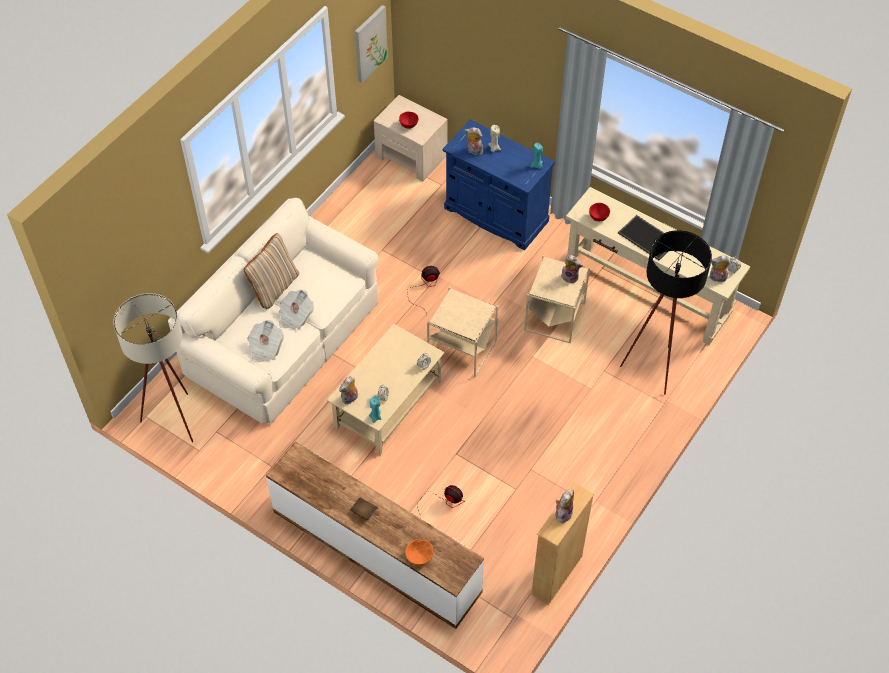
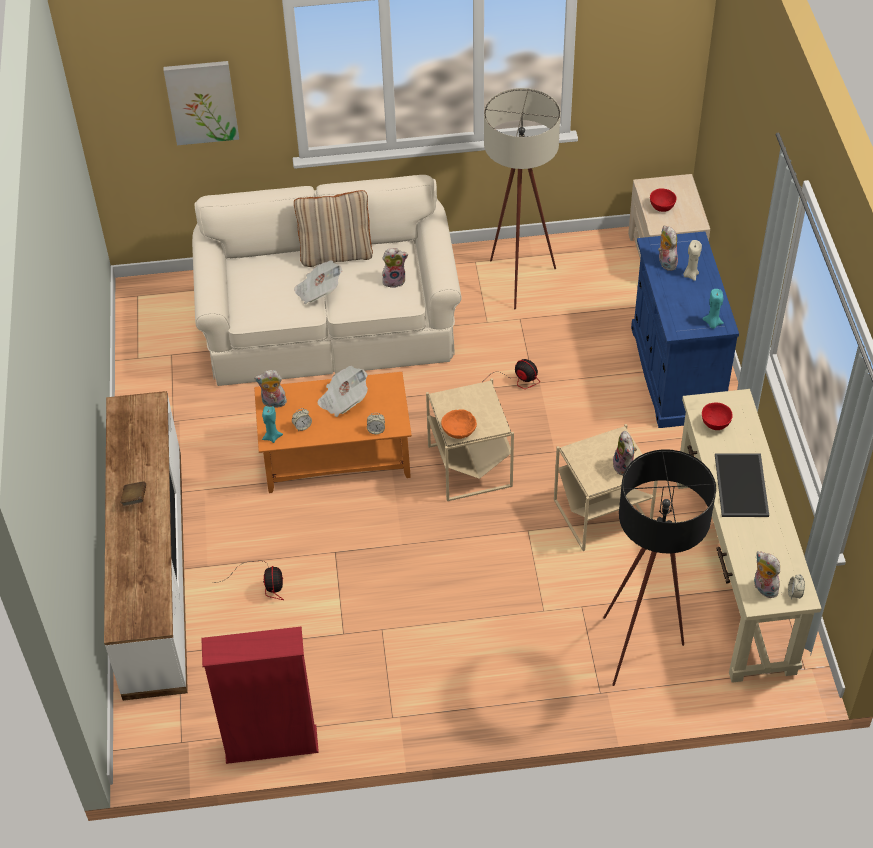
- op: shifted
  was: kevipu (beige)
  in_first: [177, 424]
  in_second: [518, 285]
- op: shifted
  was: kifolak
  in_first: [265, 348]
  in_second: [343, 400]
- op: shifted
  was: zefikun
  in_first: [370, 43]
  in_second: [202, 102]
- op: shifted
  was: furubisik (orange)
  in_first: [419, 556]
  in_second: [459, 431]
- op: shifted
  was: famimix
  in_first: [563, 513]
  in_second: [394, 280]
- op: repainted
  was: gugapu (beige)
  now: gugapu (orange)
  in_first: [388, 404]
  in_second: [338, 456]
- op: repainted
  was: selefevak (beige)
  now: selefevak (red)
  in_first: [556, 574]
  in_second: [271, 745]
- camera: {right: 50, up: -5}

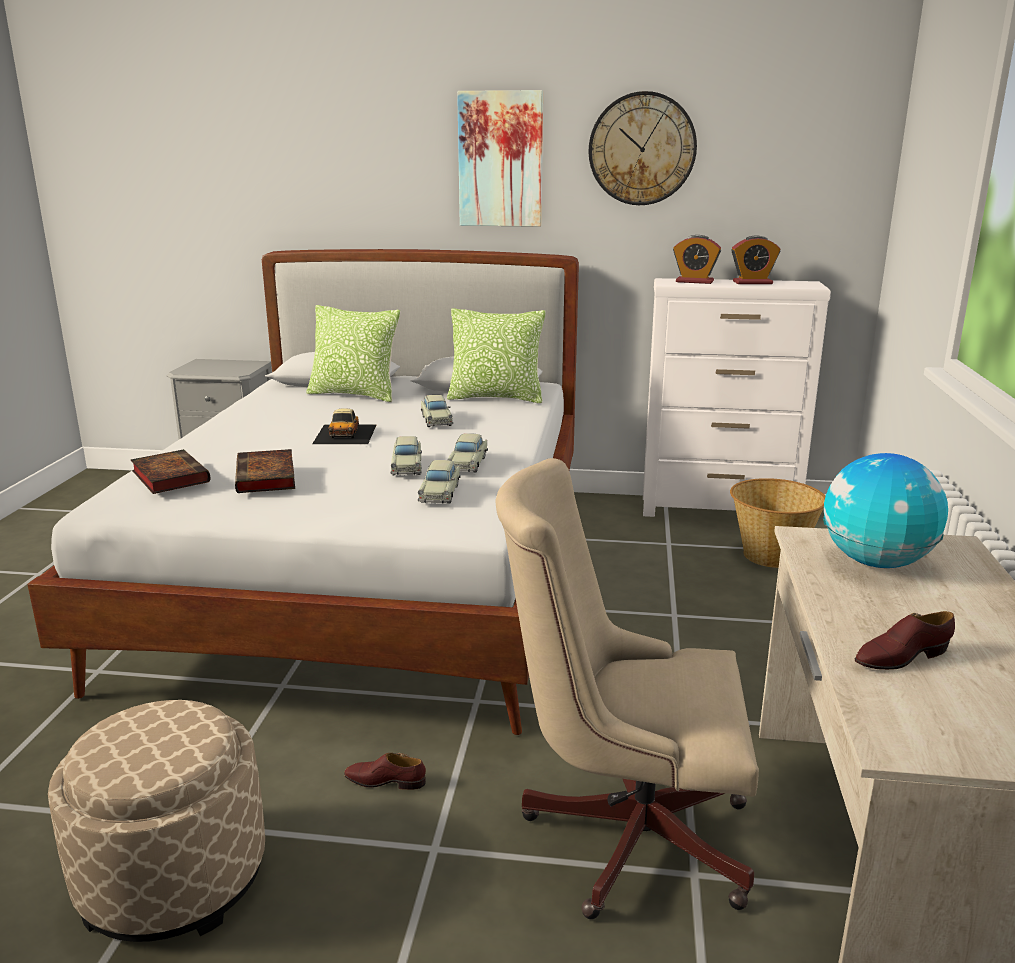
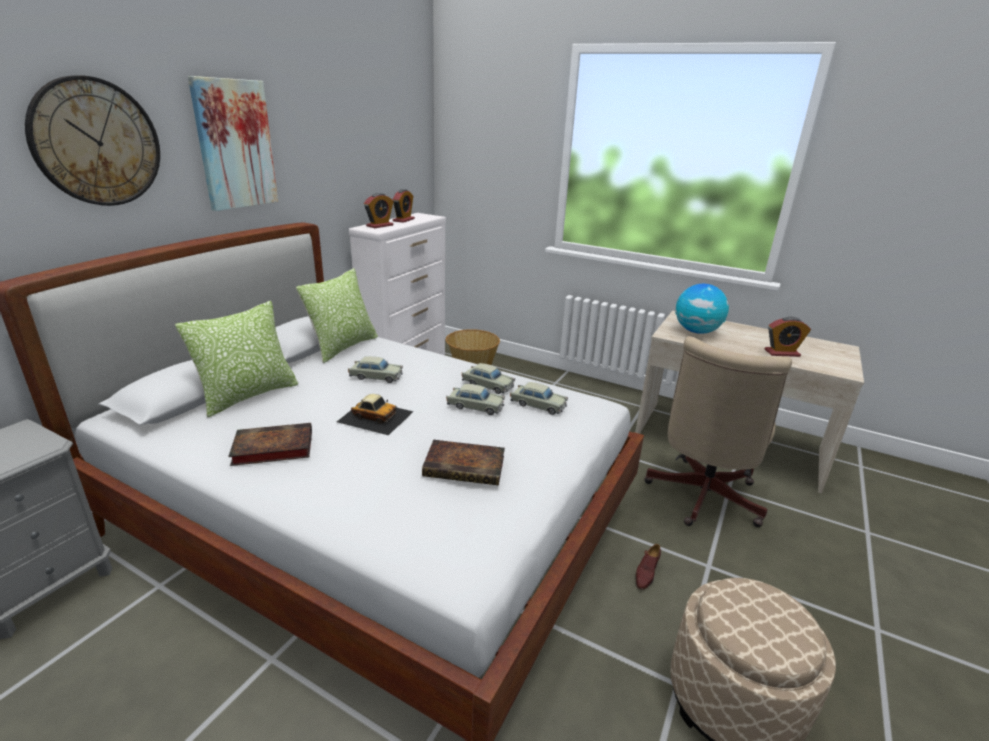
- op: shifted
  was: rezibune
  in_first: [169, 476]
  in_second: [271, 449]
- op: shifted
  was: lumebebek
  in_first: [642, 149]
  in_second: [96, 143]
- op: swapped
  was: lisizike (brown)
  now: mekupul
  in_first: [901, 657]
  in_second: [782, 353]
- camera: {right: -70, up: 5}

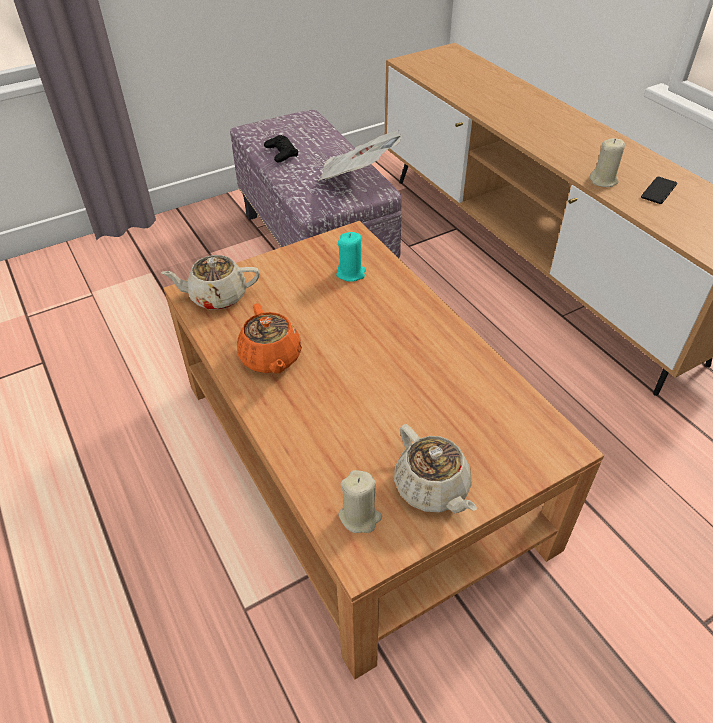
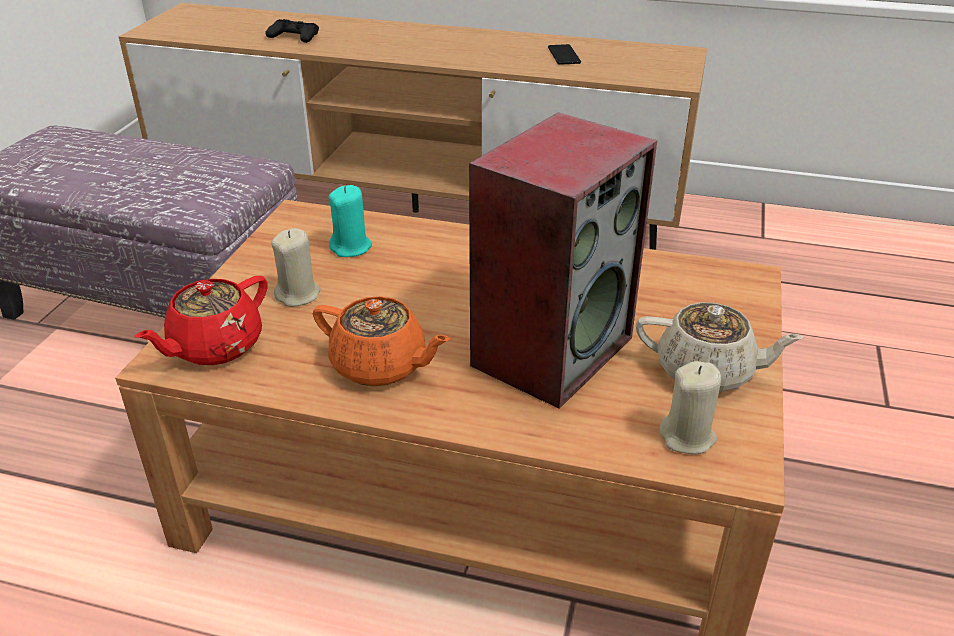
- op: gone
  was: kifolak
  in_first: [357, 176]
- op: new
  now: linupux
  in_second: [552, 349]
- op: shifted
  was: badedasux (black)
  in_first: [281, 153]
  in_second: [294, 37]
- op: shifted
  was: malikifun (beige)
  in_first: [603, 181]
  in_second: [298, 295]
- op: repainted
  was: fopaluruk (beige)
  now: fopaluruk (red)
  in_first: [217, 296]
  in_second: [214, 347]
- camera: {right: -45, up: -10}

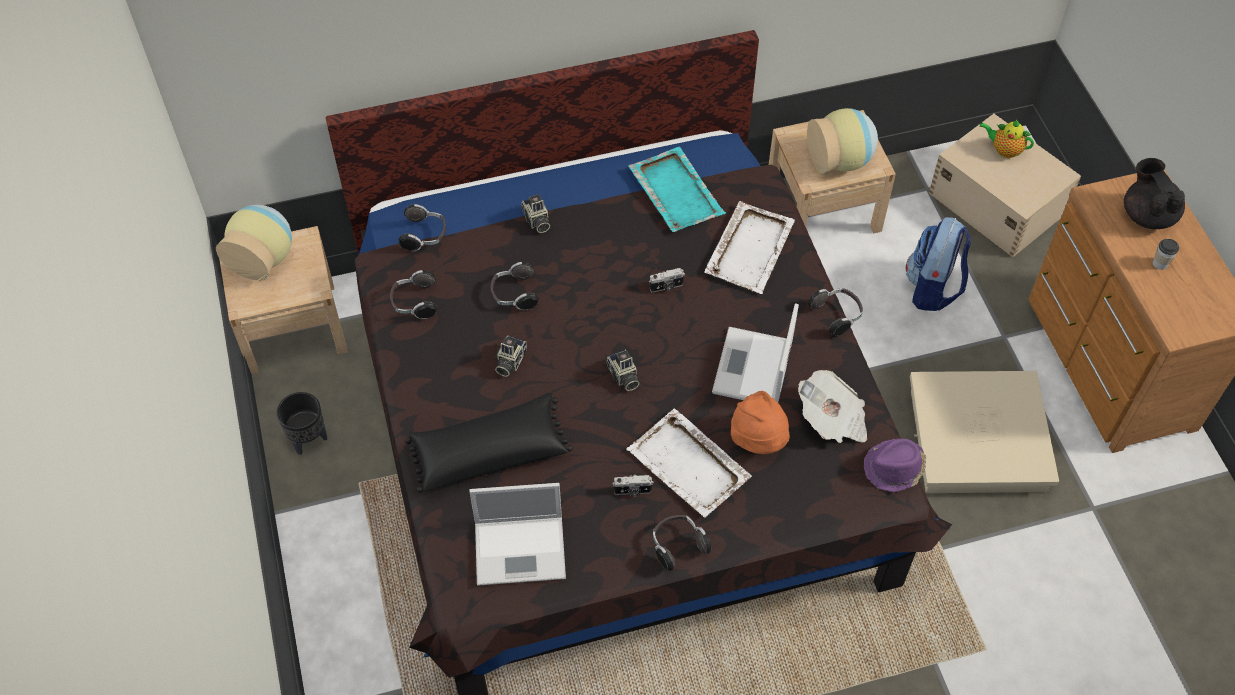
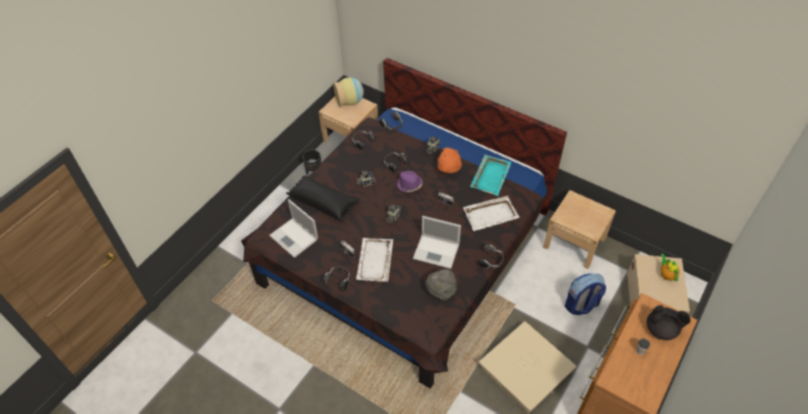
- op: gone
  was: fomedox
  in_first: [841, 161]
- op: shifted
  was: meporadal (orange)
  in_first: [759, 439]
  in_second: [448, 170]
- op: shifted
  was: meporadal (purple)
  in_first: [894, 468]
  in_second: [409, 185]
- op: swapped
  was: kifolak
  now: meporadal (grey)
  in_first: [832, 420]
  in_second: [441, 291]
- op: rotated
  was: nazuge
  in_first: [752, 369]
  in_second: [437, 251]
  clockwise: -135
- op: rotated
  was: fopaluruk (black)
  in_first: [1147, 214]
  in_second: [661, 330]
  clockwise: 75
- camera: {right: 50, up: -5}

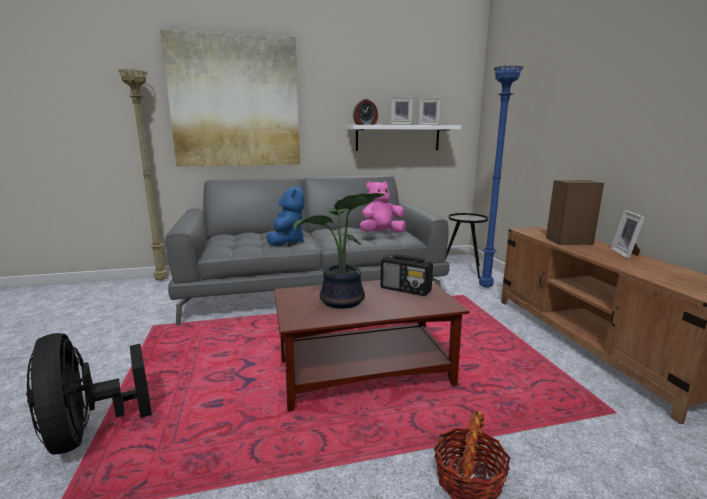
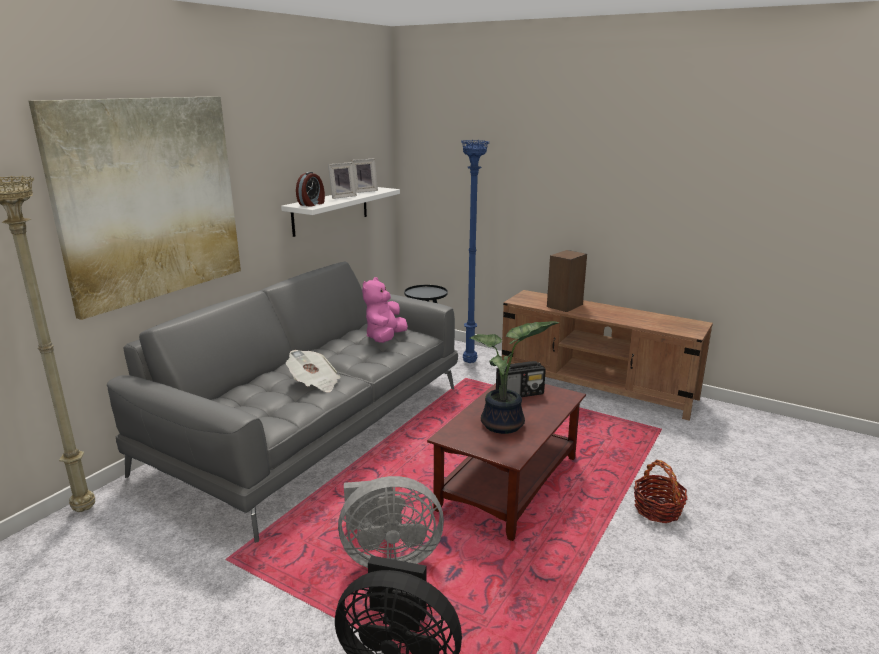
- op: gone
  was: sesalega
  in_first: [626, 254]
- op: new
  now: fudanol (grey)
  in_second: [388, 557]
- op: swapped
  was: famimix (blue)
  now: kifolak
  in_first: [286, 241]
  in_second: [314, 383]
- camera: {right: -45, up: 5}

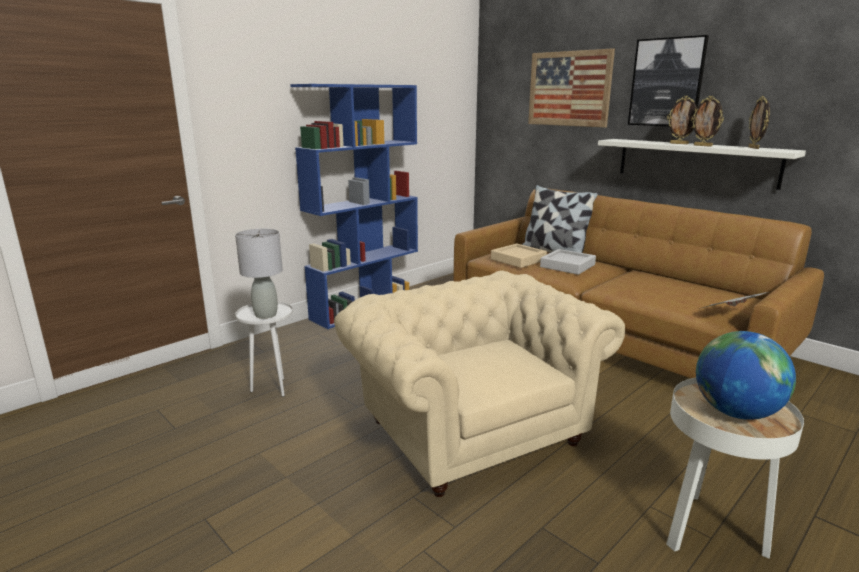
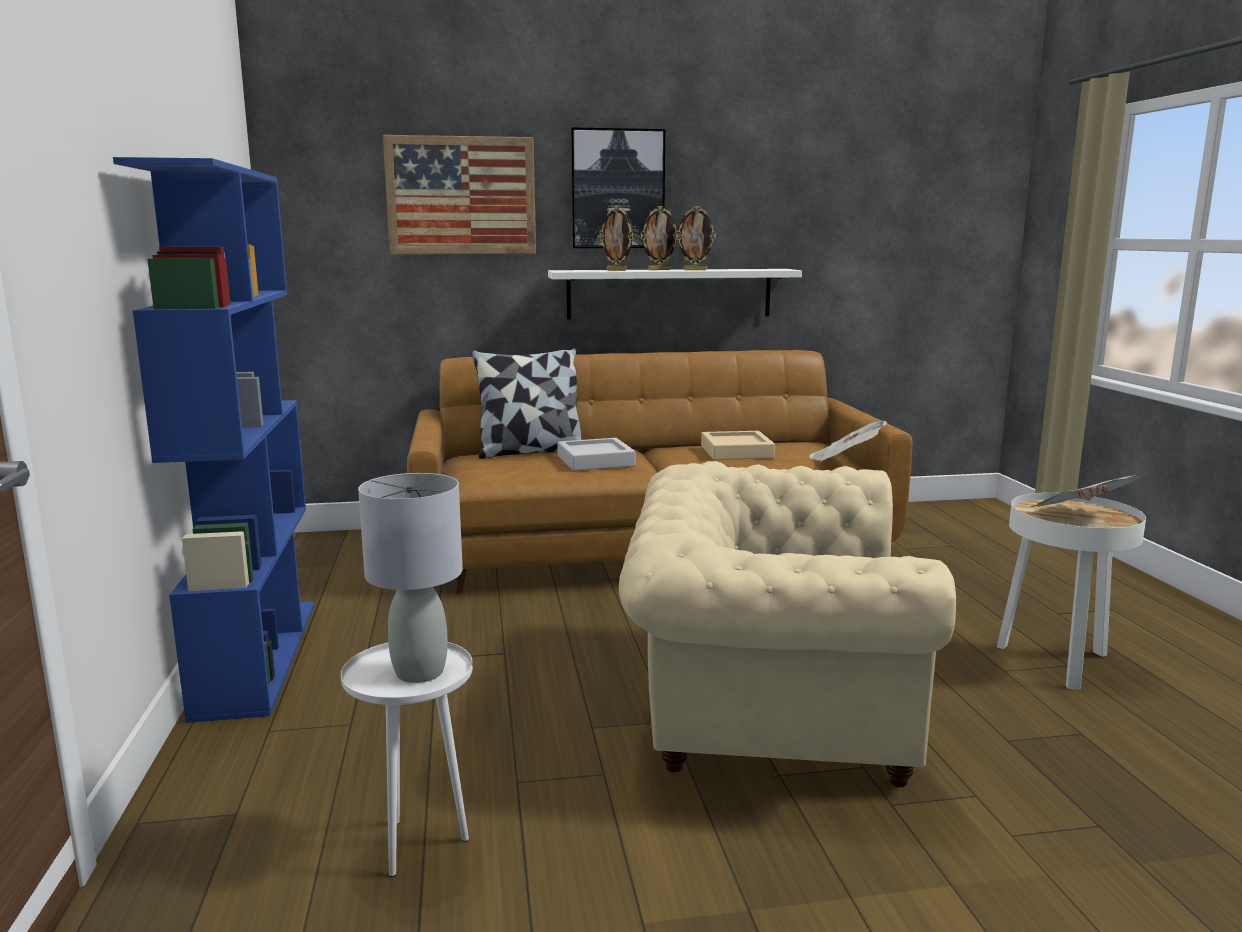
- op: shifted
  was: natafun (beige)
  in_first: [518, 260]
  in_second: [736, 452]
- op: shifted
  was: sesalega
  in_first: [754, 148]
  in_second: [617, 270]
- op: swapped
  was: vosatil
  now: kifolak
  in_first: [735, 412]
  in_second: [1080, 516]
- camera: {right: -55, up: -5}

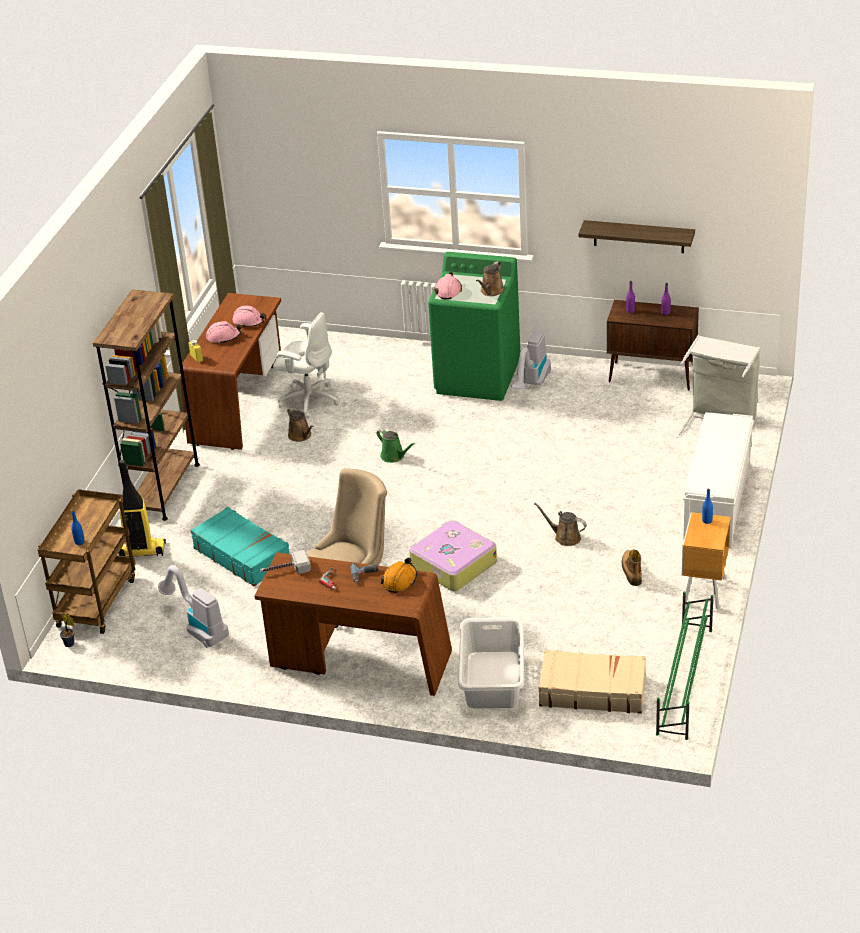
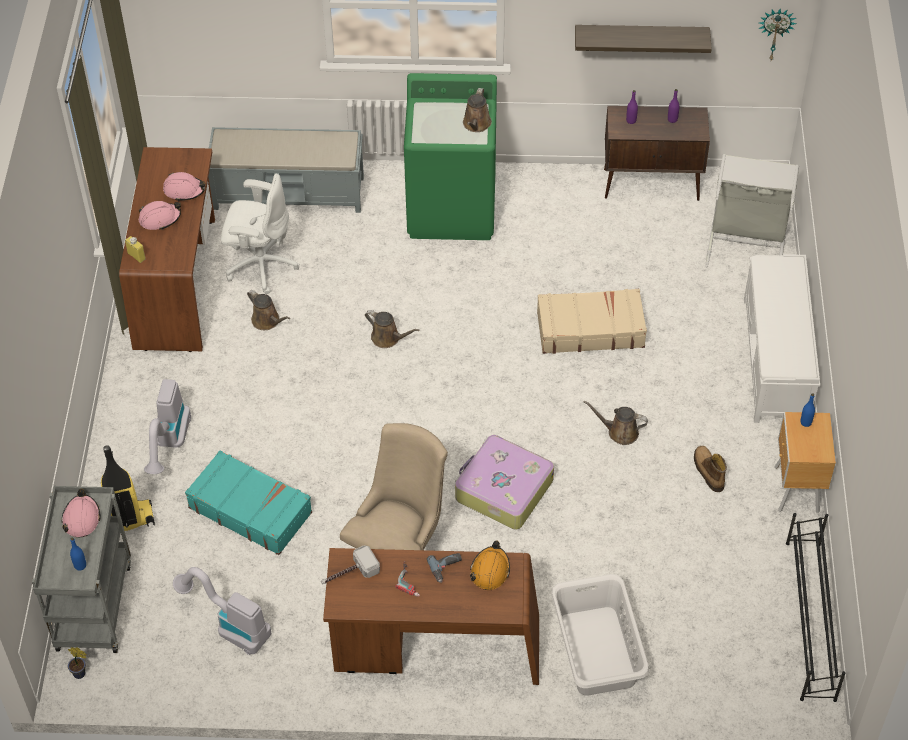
- op: gone
  was: selefevak (brown)
  in_first: [164, 489]
- op: new
  now: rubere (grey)
  in_second: [290, 193]
- op: new
  now: lumebebek
  in_second: [775, 33]
- op: shifted
  was: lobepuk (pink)
  in_first: [448, 291]
  in_second: [81, 518]
- op: shifted
  was: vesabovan
  in_first: [531, 384]
  in_second: [169, 445]
- op: shifted
  was: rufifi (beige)
  in_first: [592, 690]
  in_second: [590, 329]
- op: repainted
  was: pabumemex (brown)
  now: pabumemex (grey)
  in_first: [96, 601]
  in_second: [93, 604]
- op: repainted
  was: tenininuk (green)
  now: tenininuk (brown)
  in_first: [394, 456]
  in_second: [388, 338]
- op: repainted
  was: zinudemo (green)
  now: zinudemo (black)
  in_first: [684, 681]
  in_second: [810, 620]
- camera: {right: -15, up: 15}

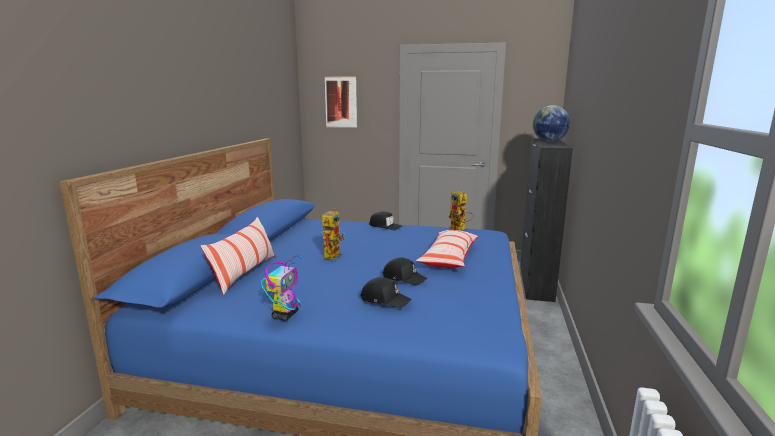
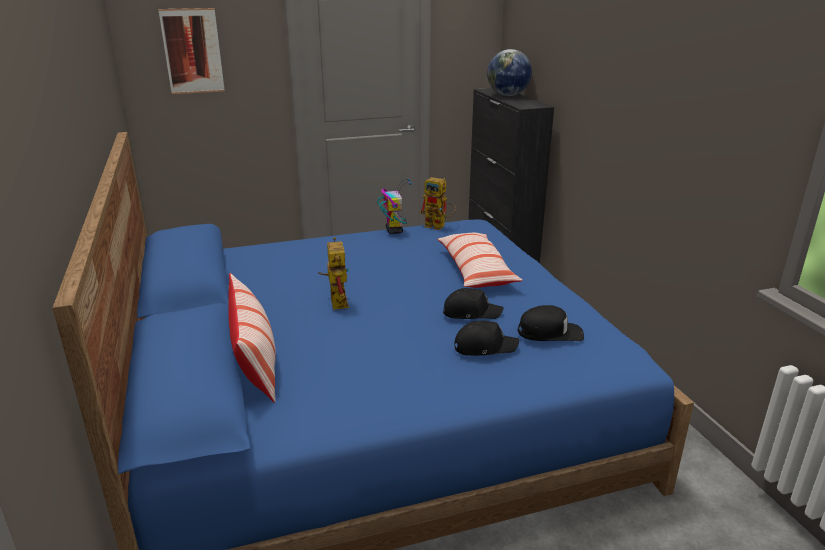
- op: shifted
  was: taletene
  in_first: [285, 315]
  in_second: [394, 230]
- op: shifted
  was: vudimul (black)
  in_first: [385, 226]
  in_second: [550, 332]
- camera: {right: -30, up: 10}

